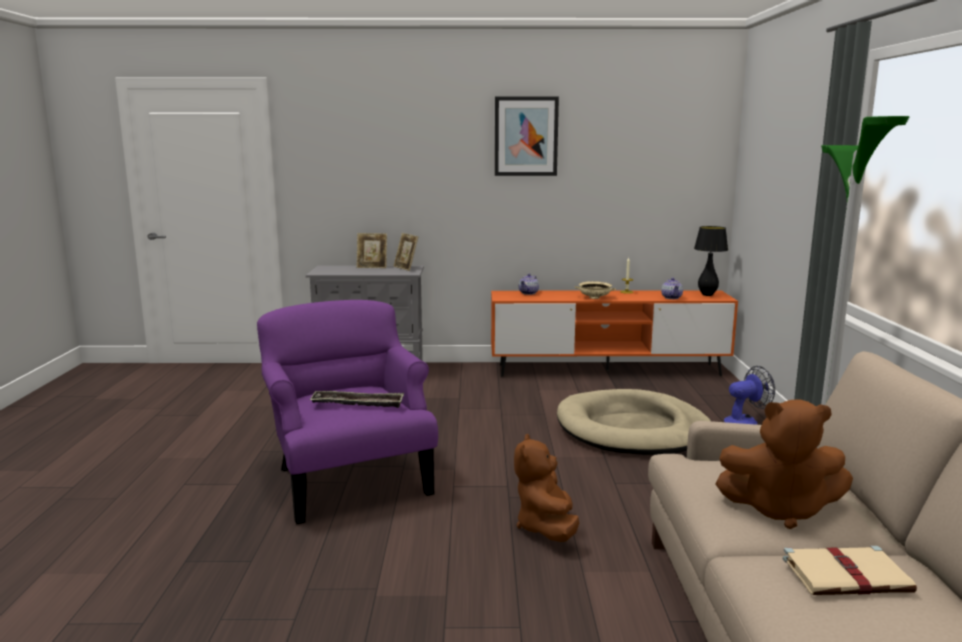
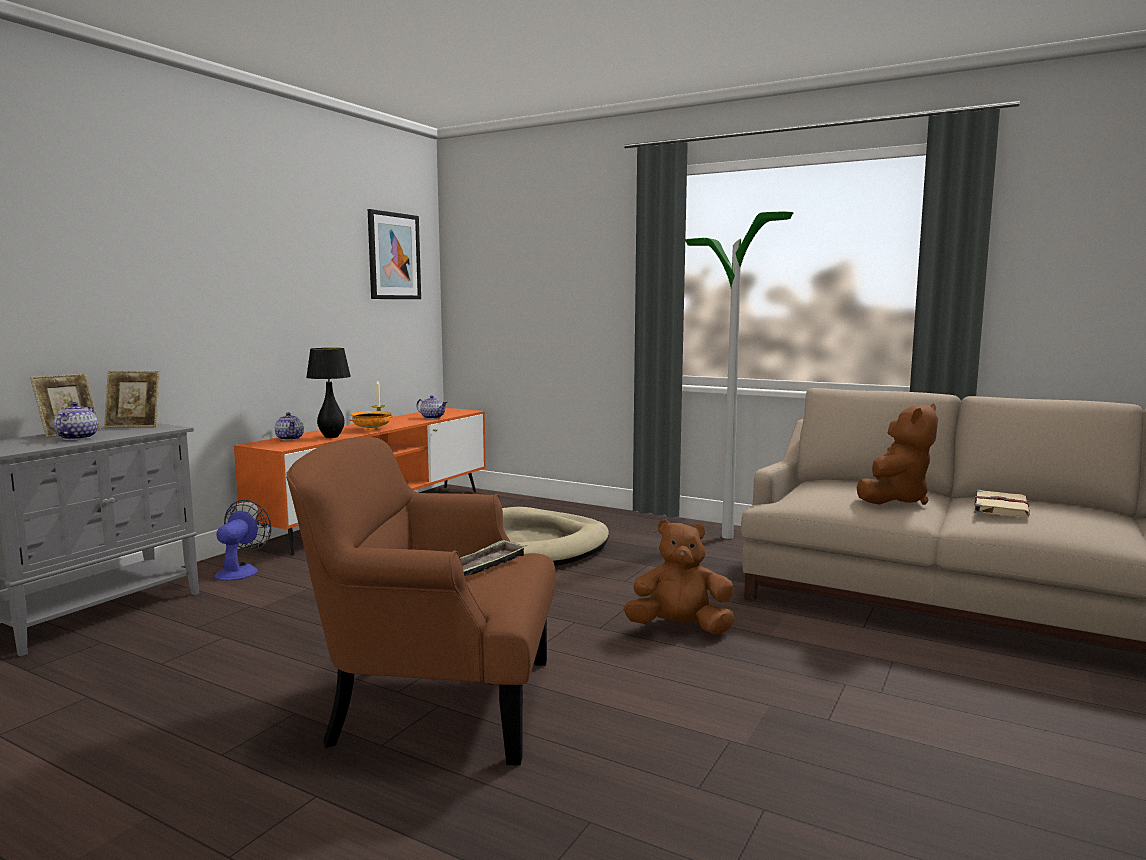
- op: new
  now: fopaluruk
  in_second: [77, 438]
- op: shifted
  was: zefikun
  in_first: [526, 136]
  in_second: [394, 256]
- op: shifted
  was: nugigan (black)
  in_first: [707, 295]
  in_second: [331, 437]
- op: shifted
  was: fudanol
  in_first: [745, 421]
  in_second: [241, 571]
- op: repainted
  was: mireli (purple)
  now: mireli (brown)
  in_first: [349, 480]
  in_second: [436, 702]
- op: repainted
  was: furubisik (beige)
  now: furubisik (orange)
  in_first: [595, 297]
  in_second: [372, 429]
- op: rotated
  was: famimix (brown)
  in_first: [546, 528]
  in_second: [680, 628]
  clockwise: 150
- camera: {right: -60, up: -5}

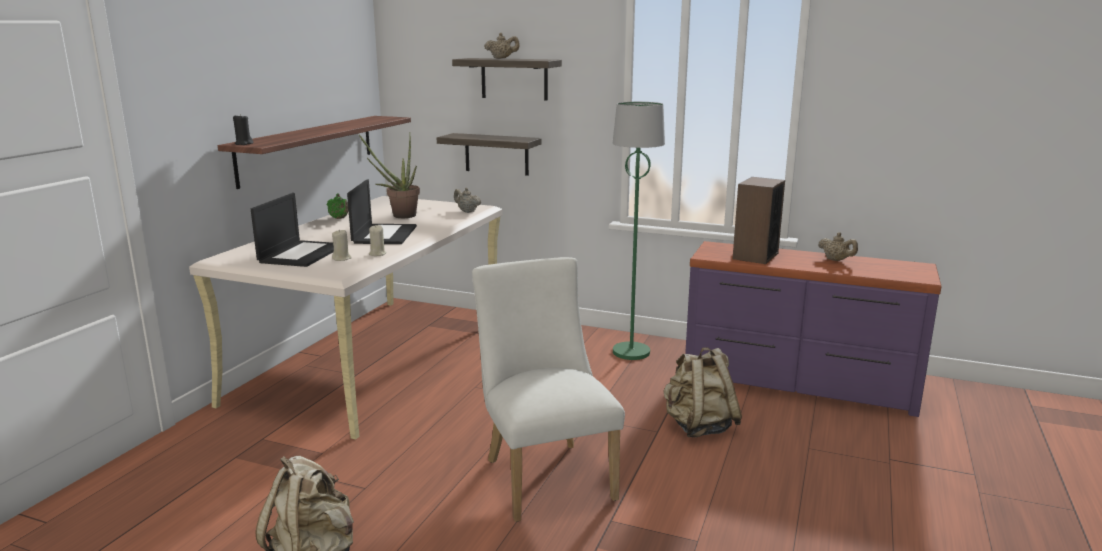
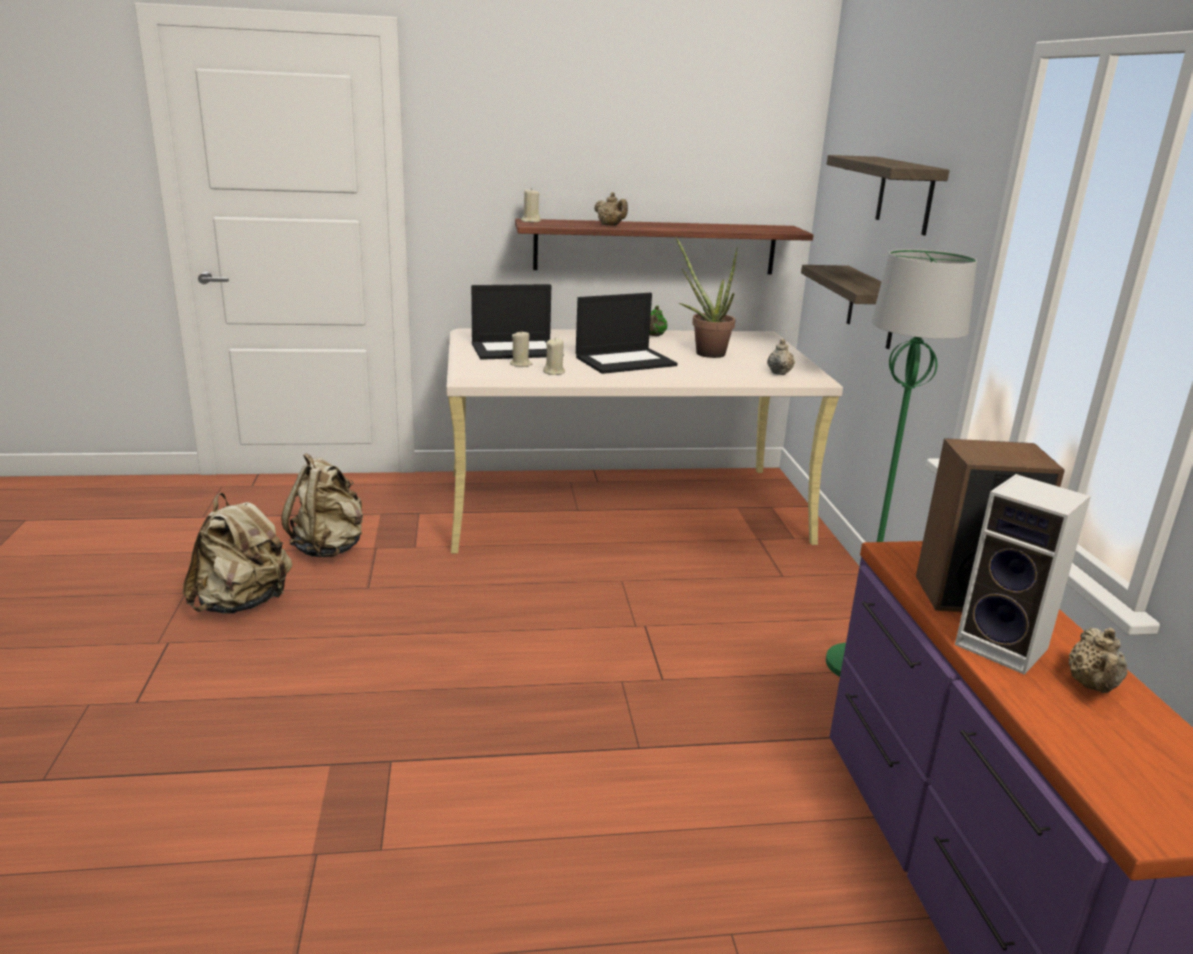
- op: gone
  was: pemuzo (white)
  in_first: [545, 474]
- op: new
  now: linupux
  in_second: [1005, 647]
- op: shifted
  was: fopaluruk (beige)
  in_first: [502, 58]
  in_second: [610, 225]
- op: shifted
  was: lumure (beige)
  in_first: [699, 427]
  in_second: [329, 548]
- op: repainted
  was: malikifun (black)
  now: malikifun (beige)
  in_first: [244, 144]
  in_second: [530, 221]
- camera: {right: 60, up: 5}

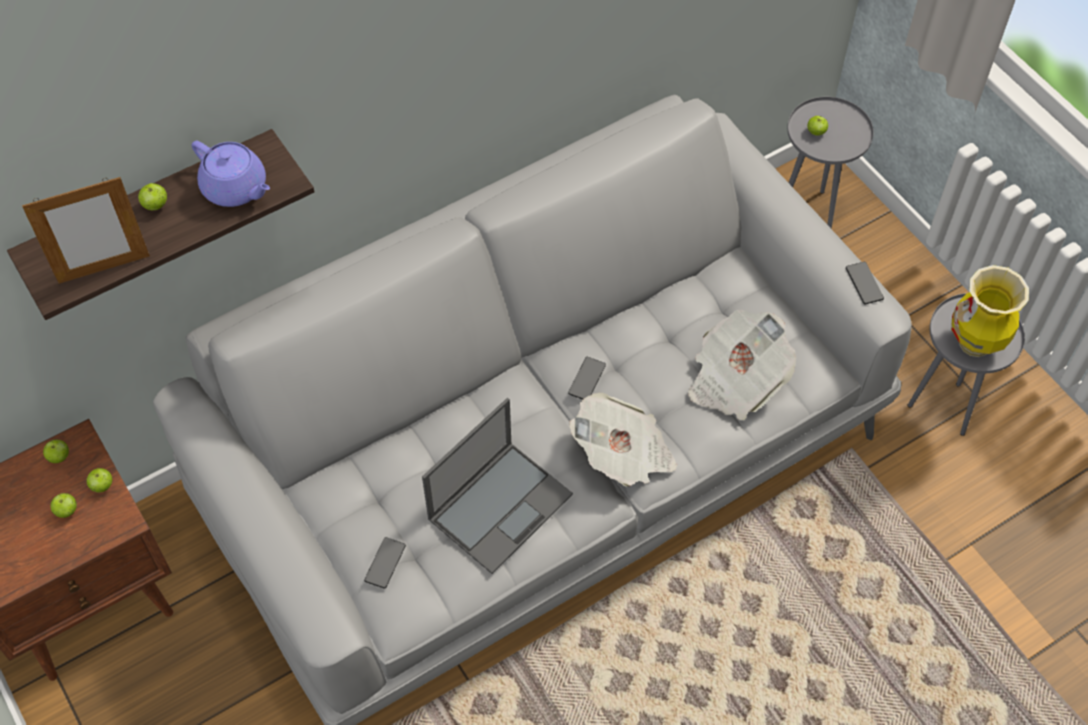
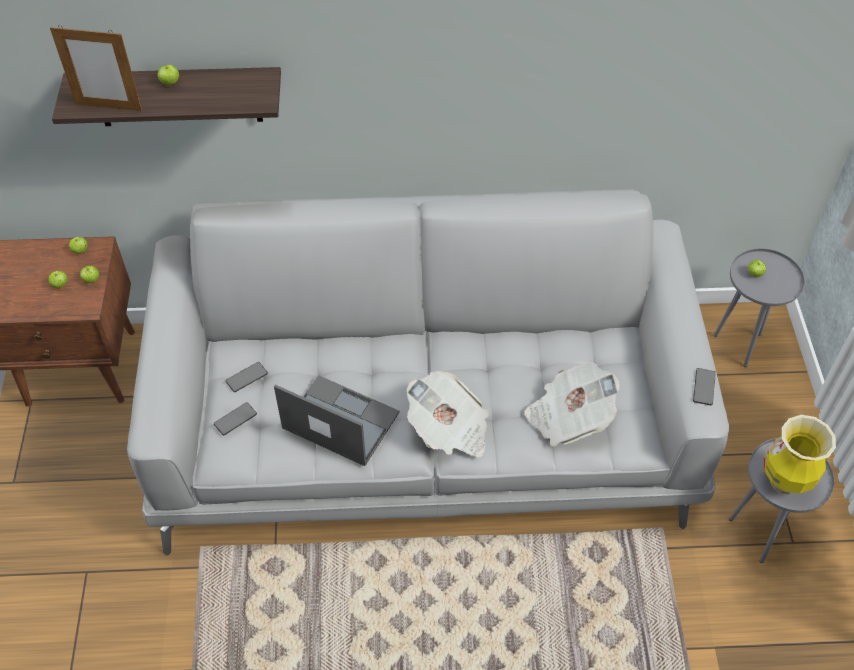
- op: gone
  was: fopaluruk (purple)
  in_first: [236, 188]
- op: shifted
  was: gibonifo
  in_first: [587, 379]
  in_second: [246, 377]
- op: rotated
  was: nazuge
  in_first: [501, 505]
  in_second: [339, 420]
  clockwise: -135
- camera: {right: 30, up: -5}

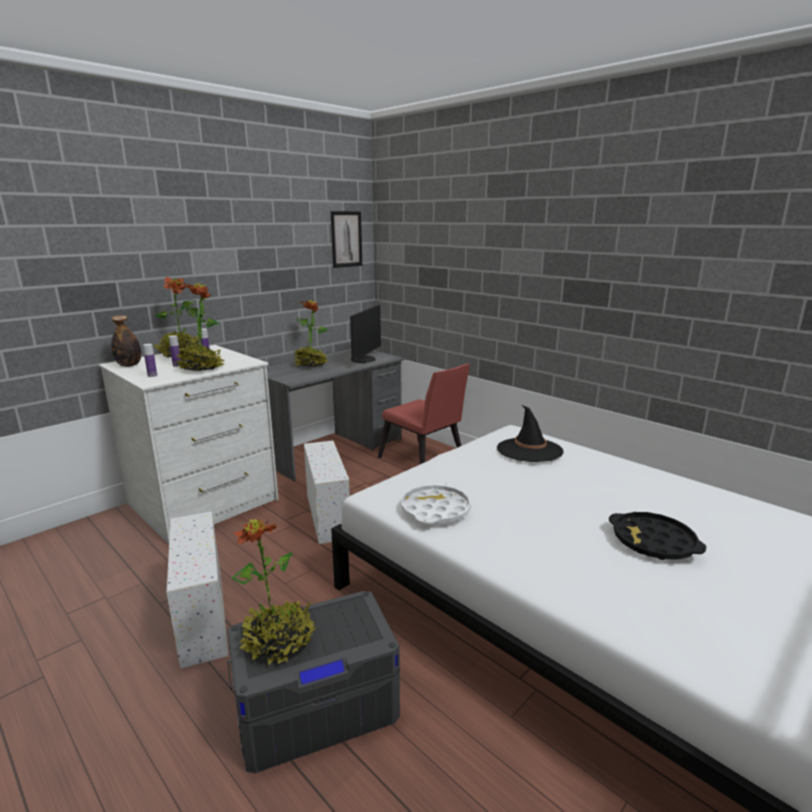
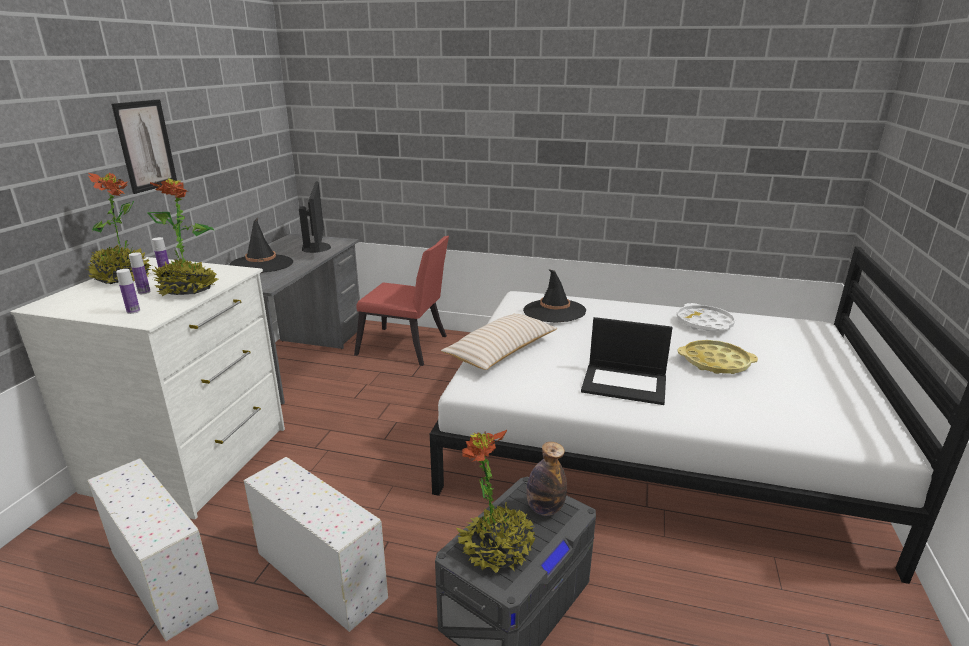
- op: new
  now: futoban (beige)
  in_second: [501, 351]
- op: new
  now: nazuge
  in_second: [625, 384]
- op: shifted
  was: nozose
  in_first: [129, 365]
  in_second: [544, 508]
- op: shifted
  was: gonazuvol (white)
  in_first: [327, 515]
  in_second: [161, 578]
- op: shifted
  was: zefikun
  in_first: [346, 239]
  in_second: [145, 145]
- op: shifted
  was: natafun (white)
  in_first: [435, 510]
  in_second: [704, 323]
- op: swapped
  was: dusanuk
  now: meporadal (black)
  in_first: [311, 365]
  in_second: [262, 264]
- op: repainted
  was: natafun (black)
  now: natafun (yellow)
  in_first: [653, 542]
  in_second: [715, 362]
- camera: {right: -30, up: 5}

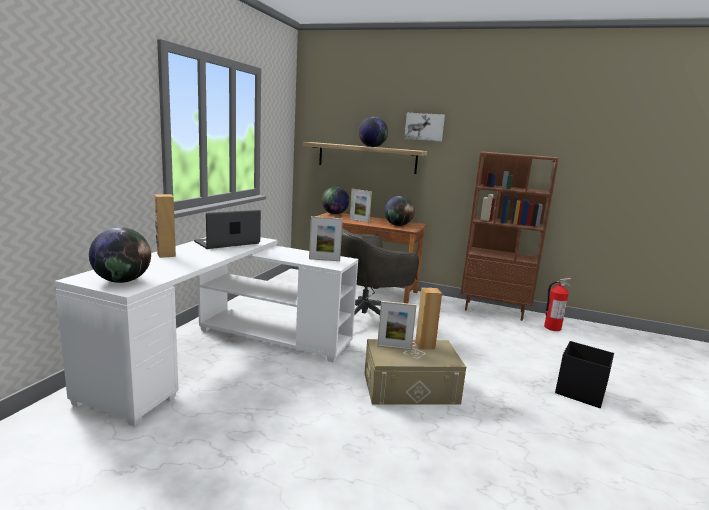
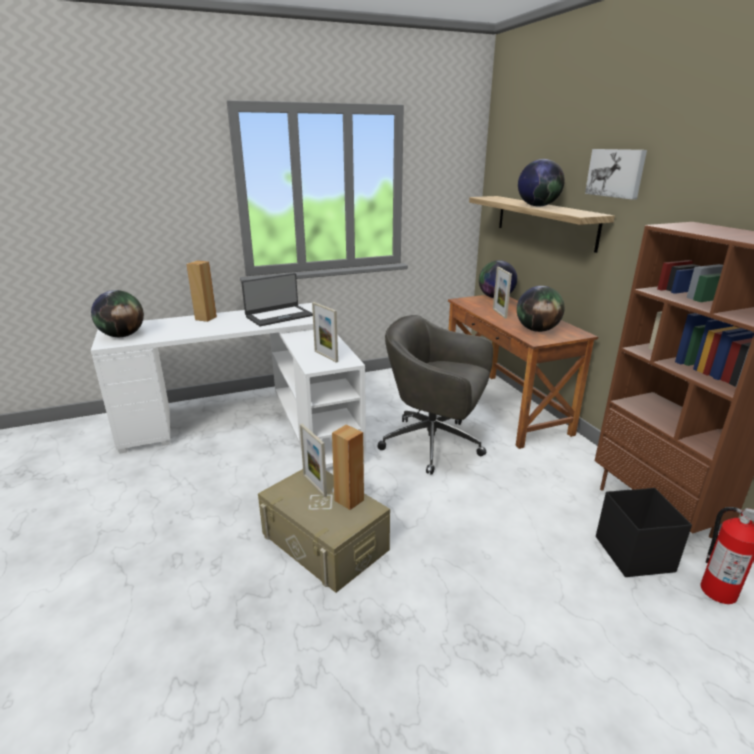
- op: shifted
  was: gonazuvol (black)
  in_first: [579, 392]
  in_second: [633, 553]
- op: rotated
  was: nazuge
  in_first: [227, 243]
  in_second: [279, 316]
  clockwise: 135
- camera: {right: 50, up: 10}

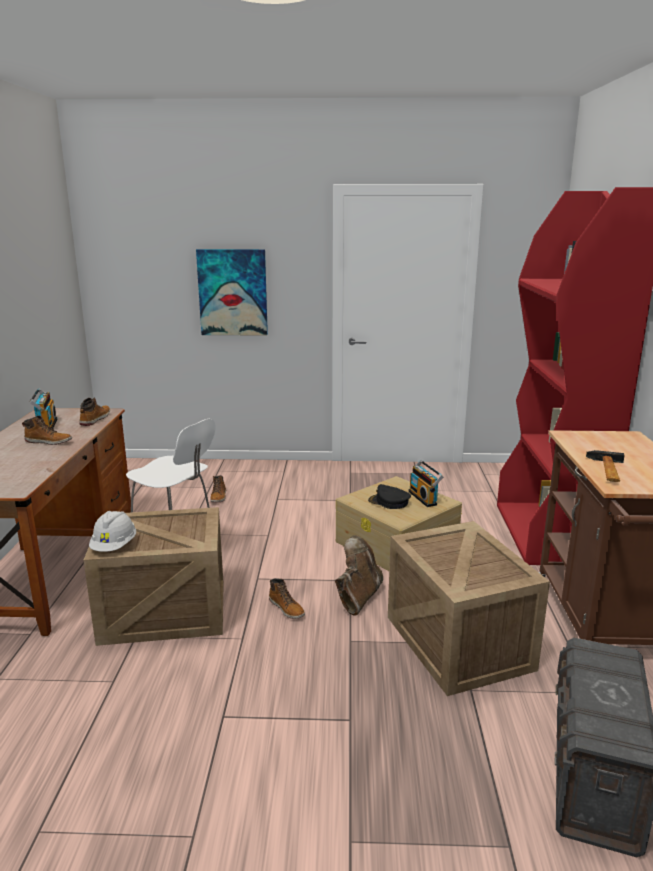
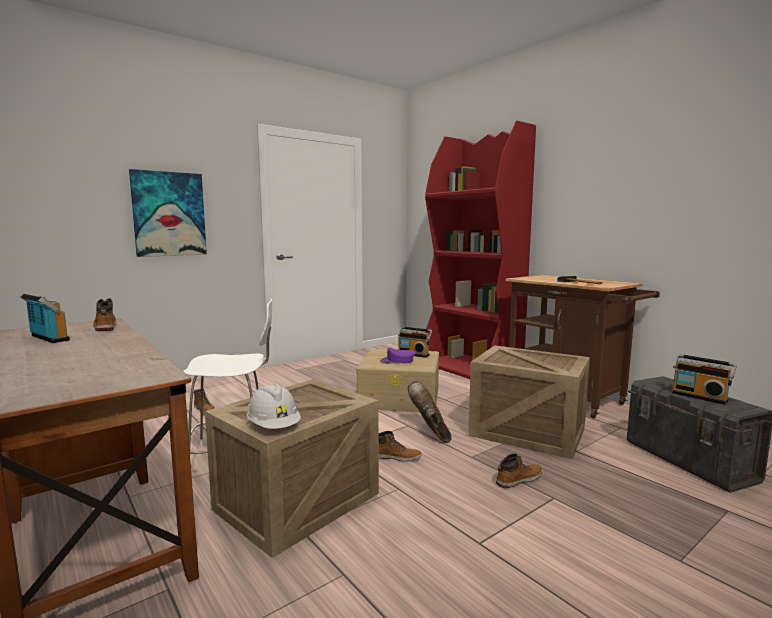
- op: new
  now: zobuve
  in_second: [700, 396]
- op: shifted
  was: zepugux
  in_first: [49, 442]
  in_second: [518, 479]
- op: repainted
  was: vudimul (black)
  now: vudimul (purple)
  in_first: [389, 502]
  in_second: [397, 361]
- camera: {right: -40, up: -10}

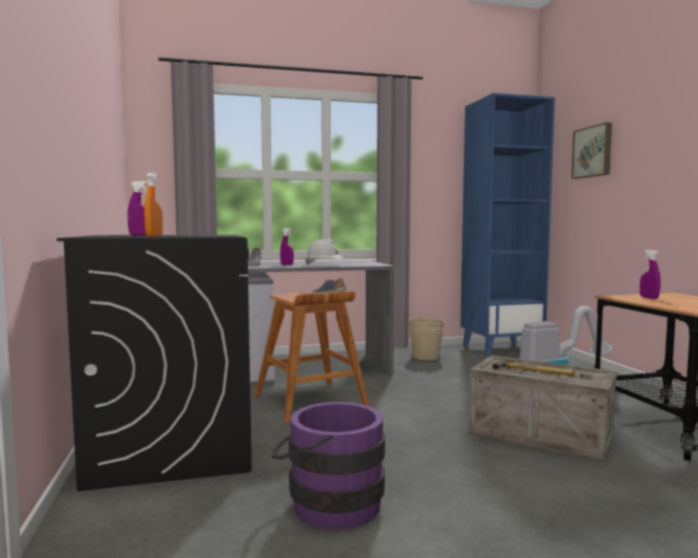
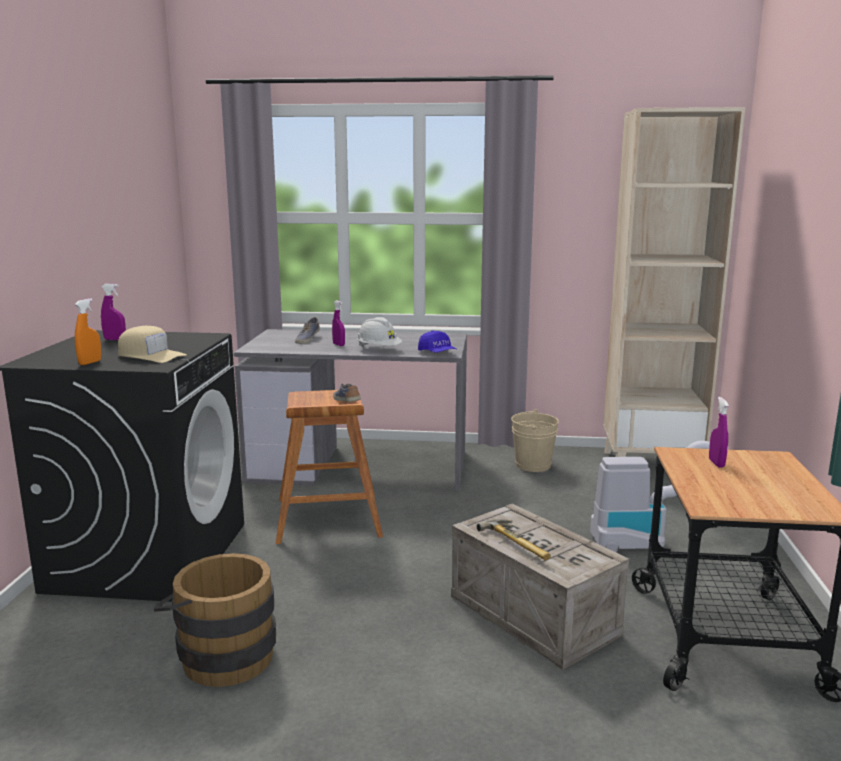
- op: gone
  was: zefikun
  in_first: [593, 152]
- op: new
  now: vudimul (beige)
  in_second: [150, 356]
- op: new
  now: vudimul (blue)
  in_second: [437, 353]
- op: repainted
  was: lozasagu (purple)
  now: lozasagu (brown)
  in_first: [327, 504]
  in_second: [221, 655]
- op: repainted
  was: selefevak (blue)
  now: selefevak (beige)
  in_first: [501, 349]
  in_second: [651, 465]
- camera: {right: 20, up: 10}

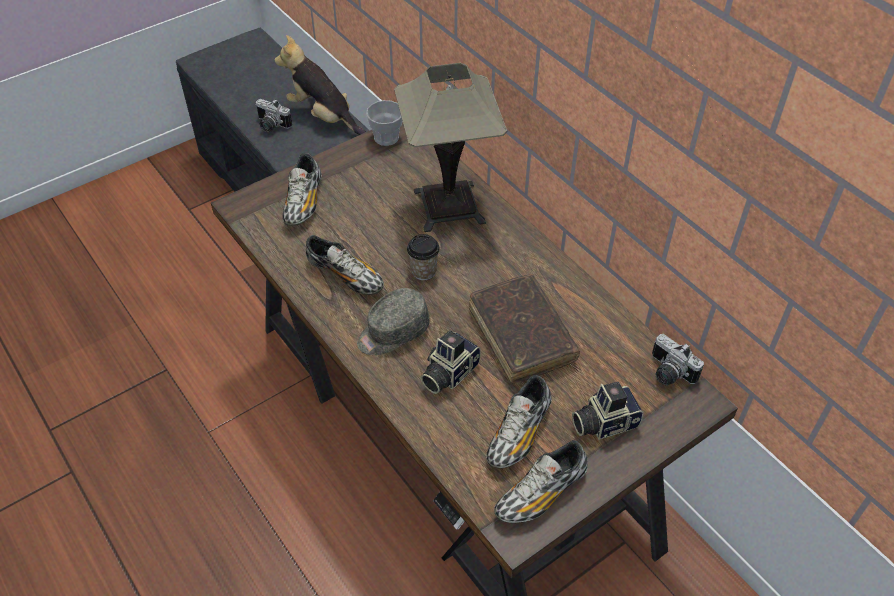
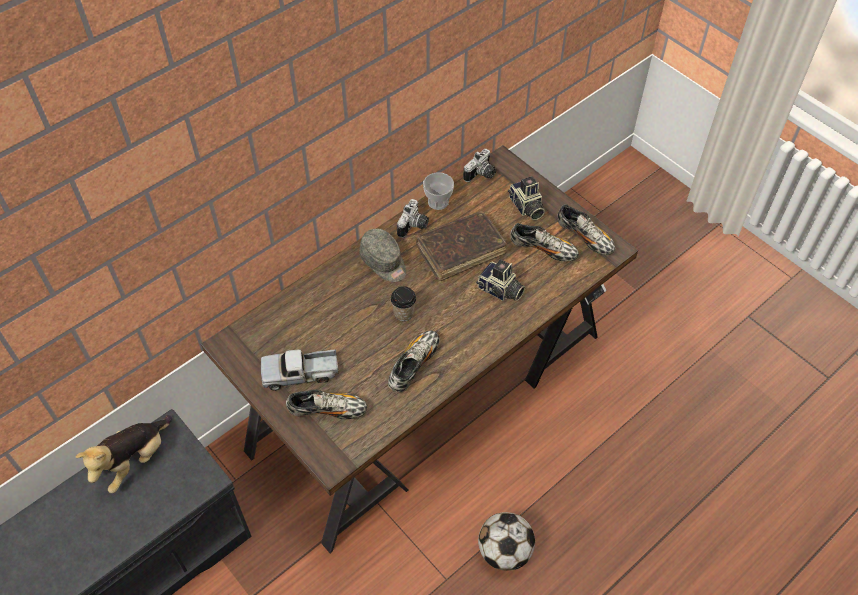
- op: gone
  was: nugigan
  in_first: [448, 206]
- op: new
  now: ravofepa
  in_second: [300, 373]
- op: new
  now: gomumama
  in_second: [504, 551]
- op: shifted
  was: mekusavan
  in_first: [271, 125]
  in_second: [414, 226]
- op: shifted
  was: vudimul (grey)
  in_first: [392, 332]
  in_second: [384, 262]
- op: shifted
  was: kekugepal
  in_first: [386, 137]
  in_second: [438, 202]
- camera: {right: -95, up: 5}

